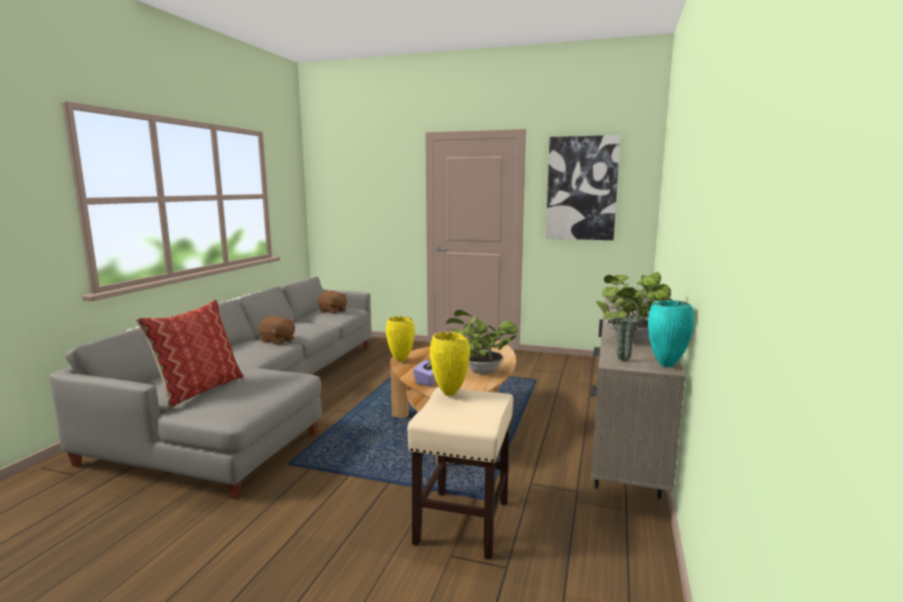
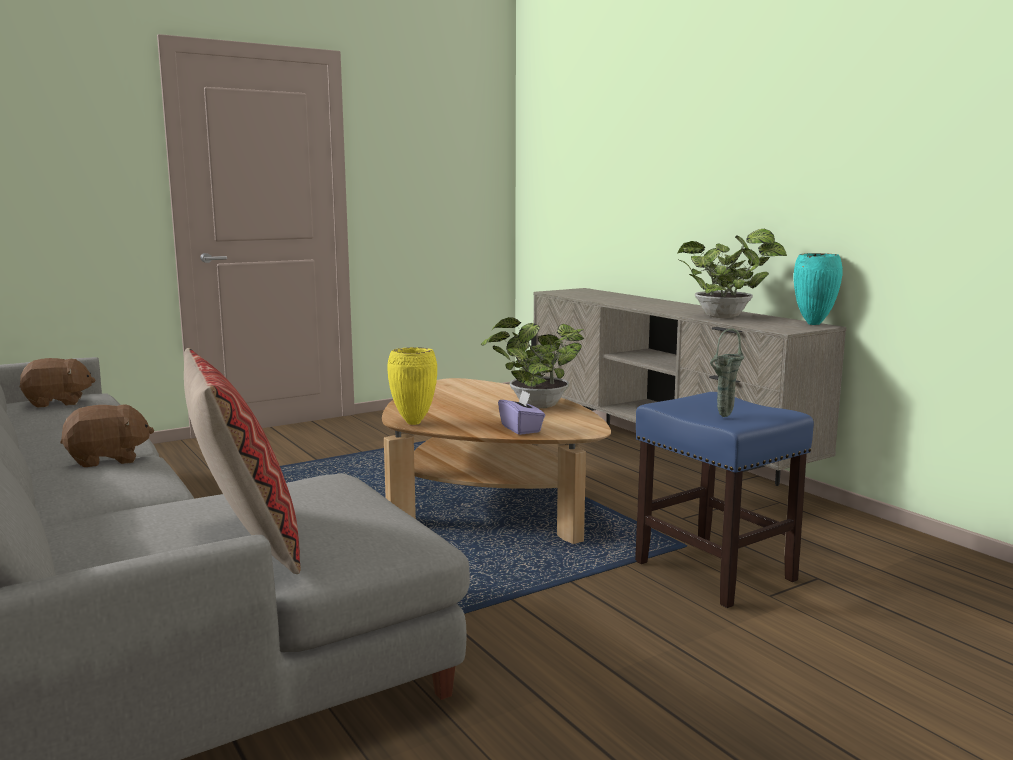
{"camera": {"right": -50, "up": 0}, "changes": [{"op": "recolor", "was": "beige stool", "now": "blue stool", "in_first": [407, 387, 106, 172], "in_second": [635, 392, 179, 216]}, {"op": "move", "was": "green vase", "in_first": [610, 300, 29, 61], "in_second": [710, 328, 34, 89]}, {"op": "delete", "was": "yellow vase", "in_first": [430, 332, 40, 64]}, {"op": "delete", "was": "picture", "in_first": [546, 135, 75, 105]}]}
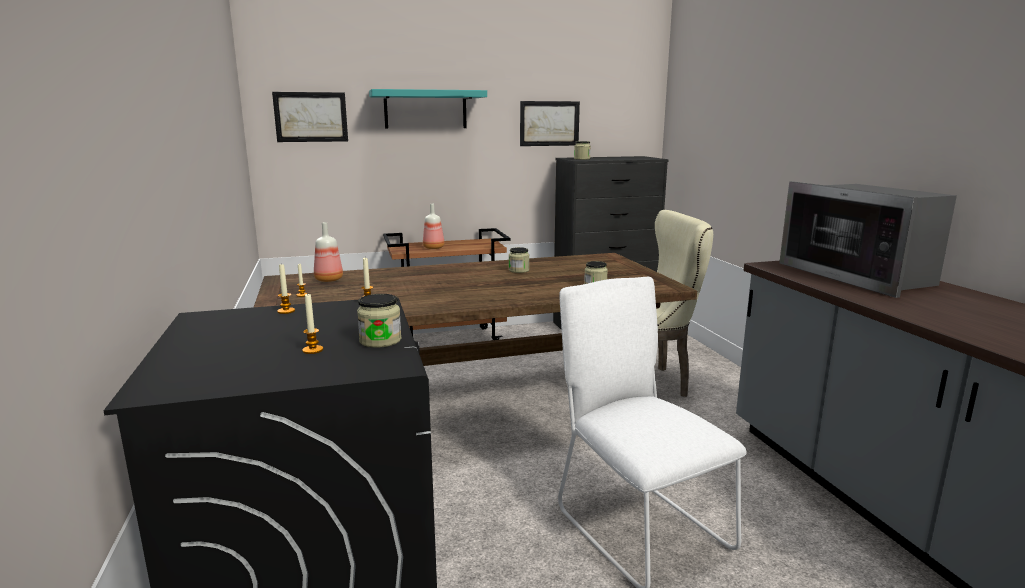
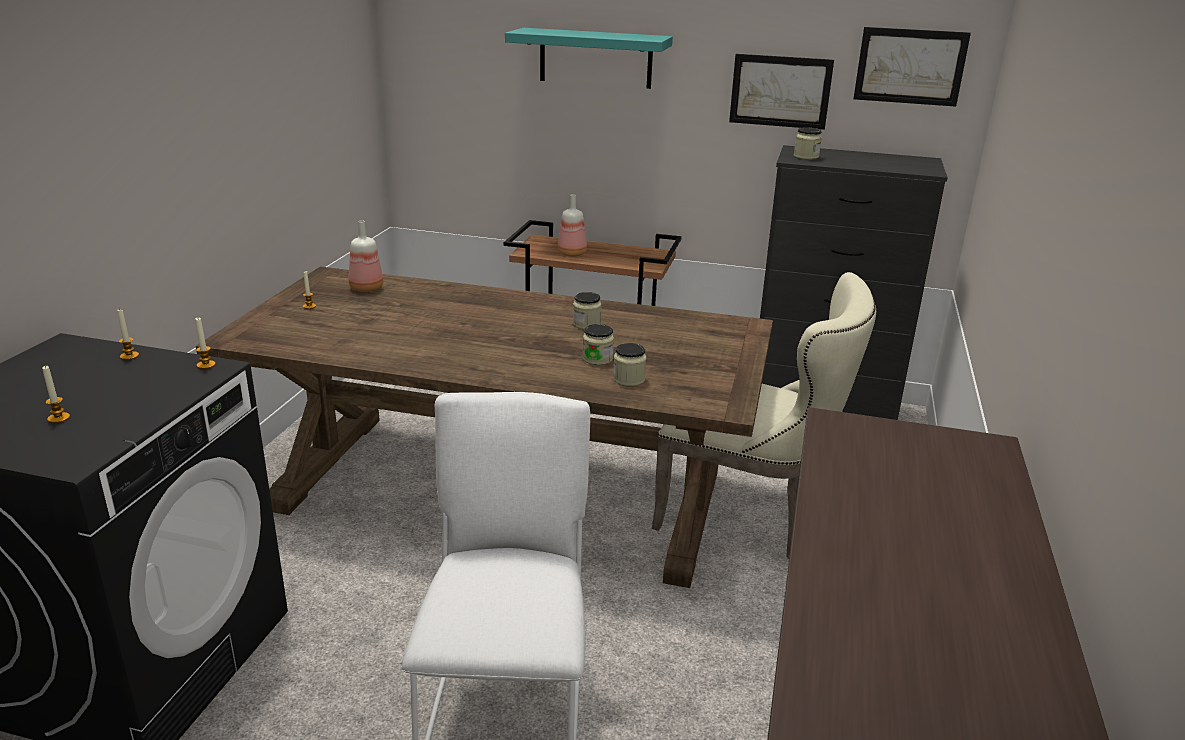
{"camera": {"right": 30, "up": 10}, "changes": [{"op": "move", "was": "jar", "in_first": [357, 294, 44, 54], "in_second": [582, 324, 32, 41]}, {"op": "move", "was": "picture", "in_first": [272, 92, 76, 50], "in_second": [853, 27, 118, 80]}, {"op": "delete", "was": "microwave", "in_first": [779, 181, 178, 117]}]}
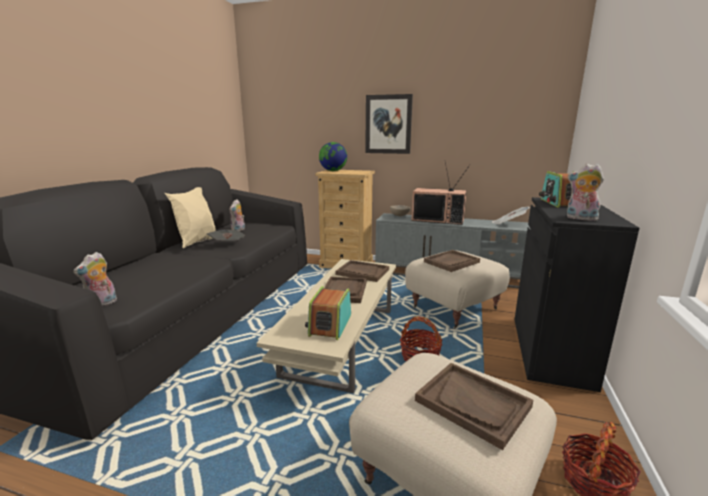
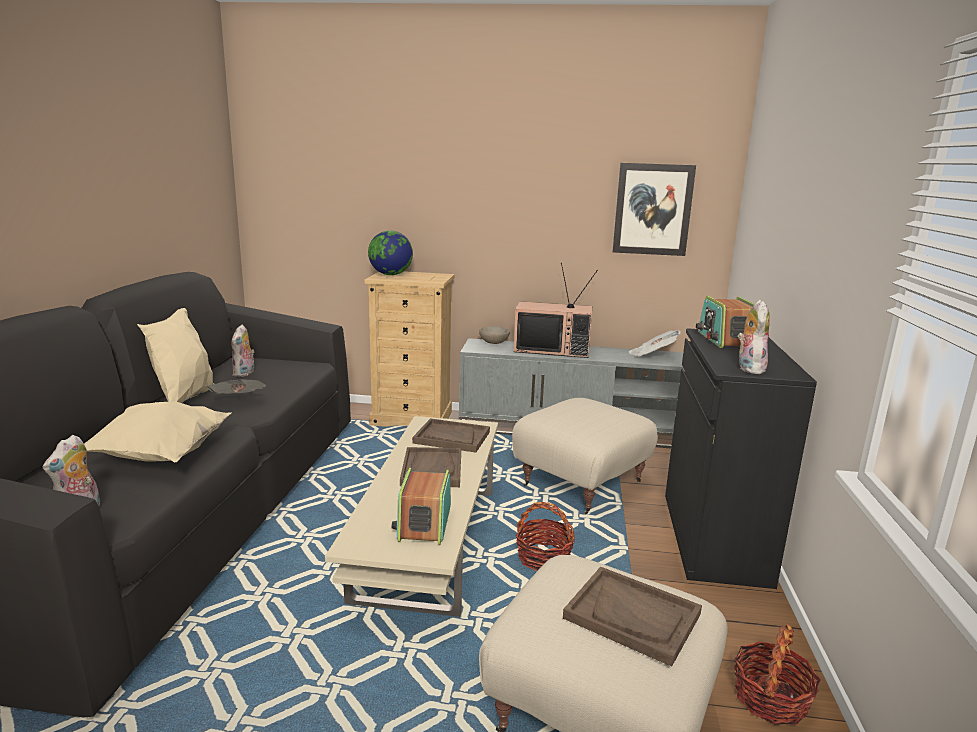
{"camera": {"right": -10, "up": 0}, "changes": [{"op": "insert", "now": "beige pillow", "in_second": [84, 401, 148, 61]}, {"op": "move", "was": "picture", "in_first": [365, 94, 48, 60], "in_second": [612, 163, 84, 93]}, {"op": "rotate", "was": "plush toy", "in_first": [567, 164, 37, 57], "in_second": [737, 300, 33, 74], "clockwise": 75}, {"op": "delete", "was": "brown tray", "in_first": [424, 250, 56, 22]}]}
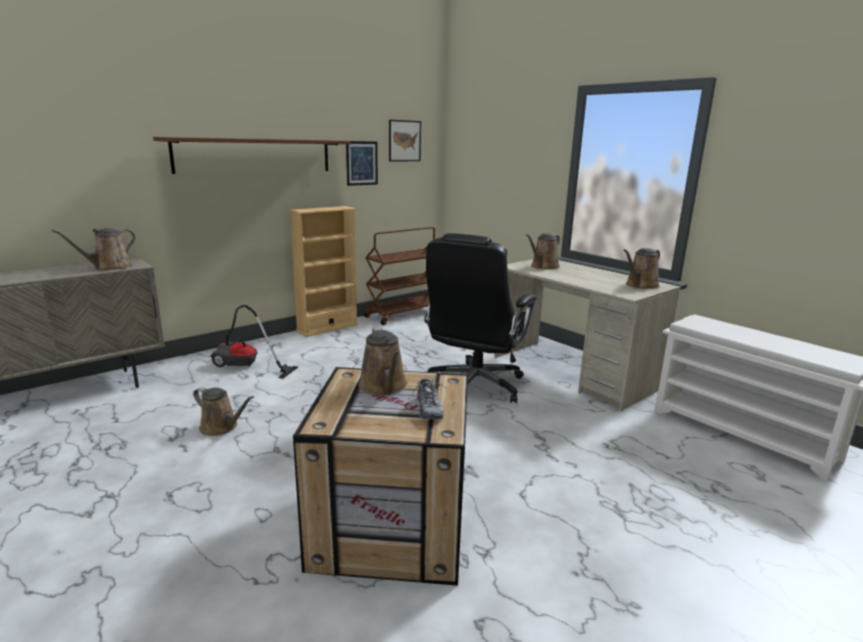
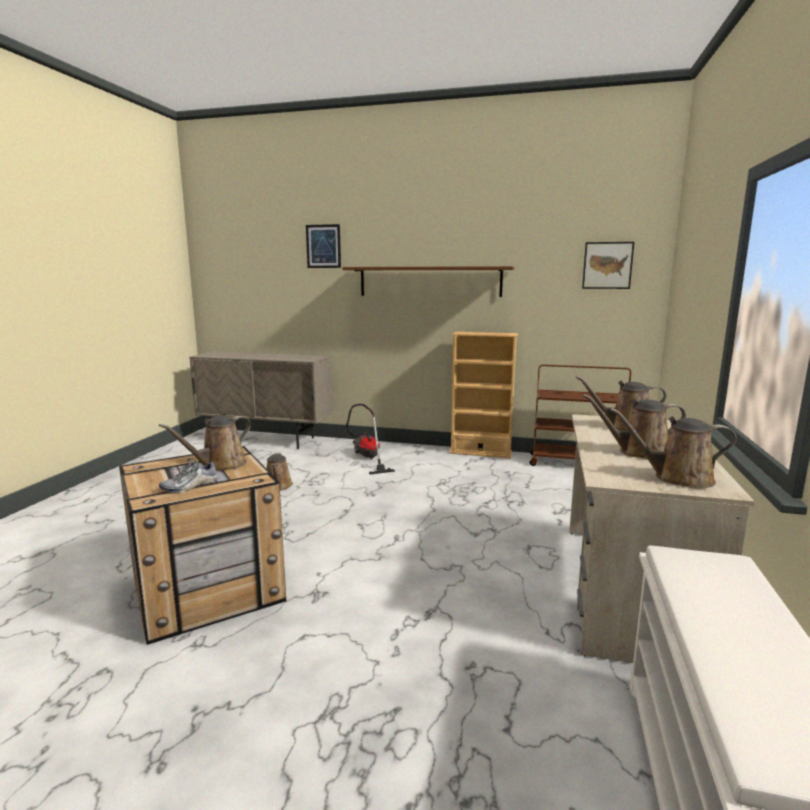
{"camera": {"right": 55, "up": -5}, "changes": [{"op": "move", "was": "picture", "in_first": [346, 141, 32, 45], "in_second": [306, 224, 35, 44]}, {"op": "move", "was": "brown watering can", "in_first": [52, 228, 84, 42], "in_second": [582, 394, 104, 65]}, {"op": "delete", "was": "black office chair", "in_first": [424, 233, 113, 170]}]}
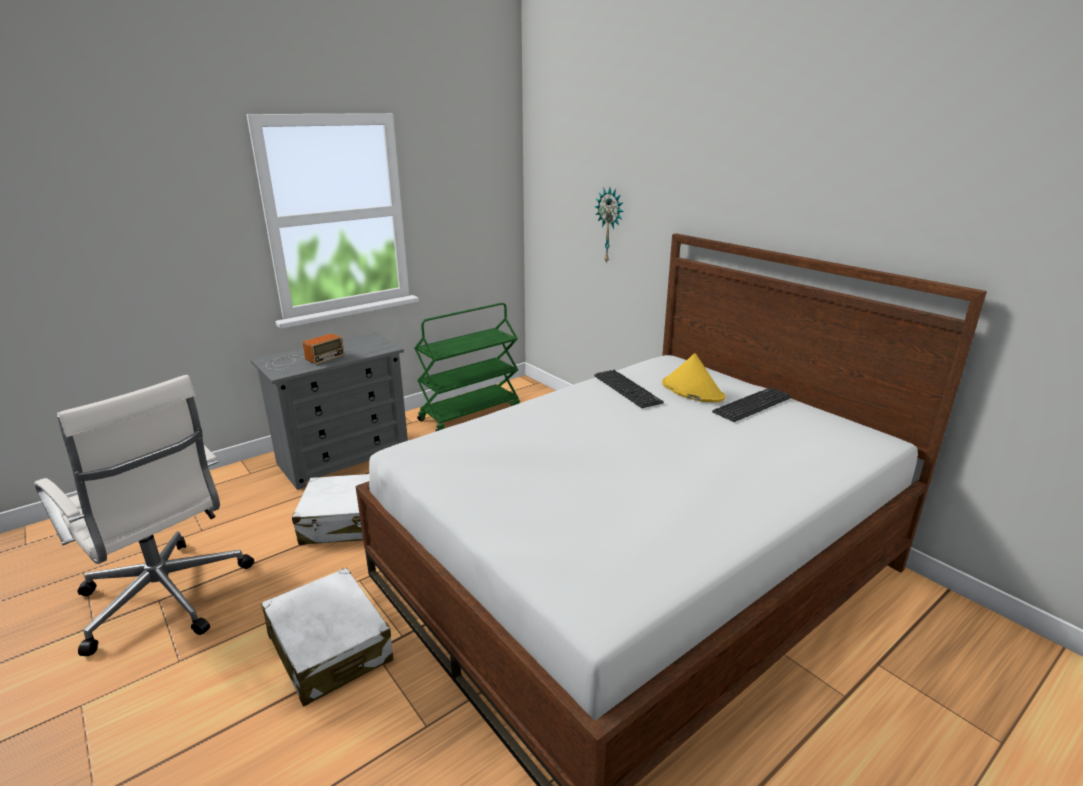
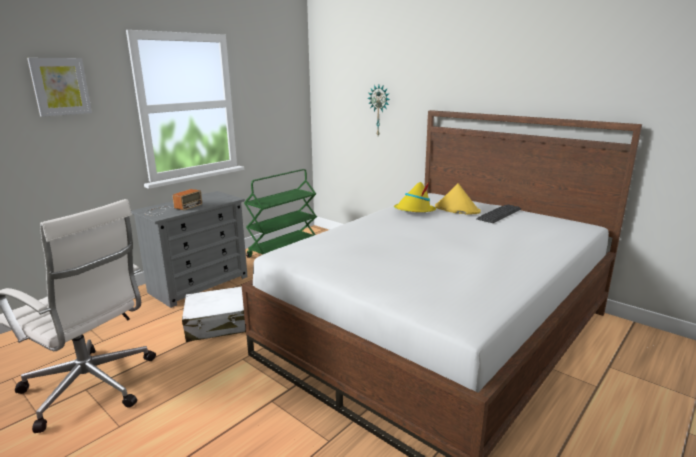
{"camera": {"right": -10, "up": -5}, "changes": [{"op": "insert", "now": "picture", "in_second": [27, 58, 65, 59]}, {"op": "replace", "was": "keyboard", "now": "yellow hat", "in_first": [594, 370, 70, 38], "in_second": [394, 182, 42, 30]}, {"op": "delete", "was": "white suitcase", "in_first": [261, 567, 132, 140]}]}
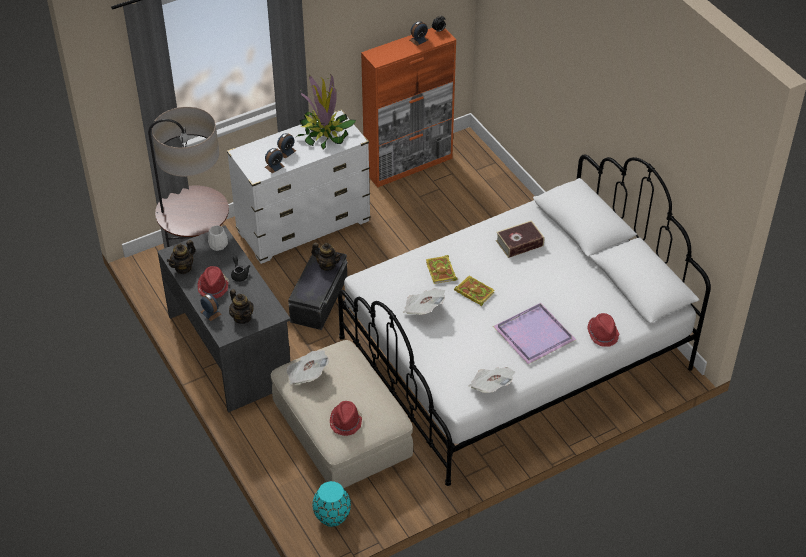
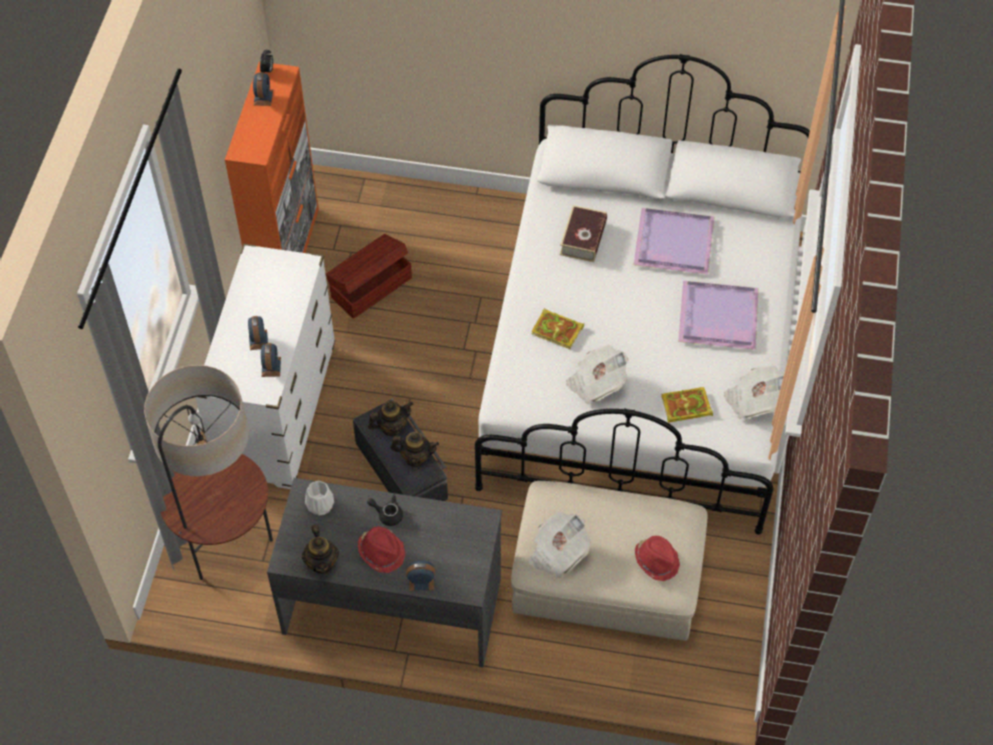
{"camera": {"right": -50, "up": 10}, "changes": [{"op": "insert", "now": "brown storage box", "in_second": [326, 234, 86, 85]}, {"op": "move", "was": "teapot", "in_first": [229, 289, 25, 35], "in_second": [390, 432, 49, 35]}, {"op": "insert", "now": "purple tray", "in_second": [633, 208, 81, 66]}, {"op": "move", "was": "book", "in_first": [454, 276, 41, 30], "in_second": [661, 387, 52, 36]}, {"op": "delete", "was": "potted plant", "in_first": [298, 74, 58, 75]}, {"op": "delete", "was": "turquoise vase", "in_first": [312, 481, 39, 46]}, {"op": "delete", "was": "red hat", "in_first": [587, 313, 32, 34]}]}
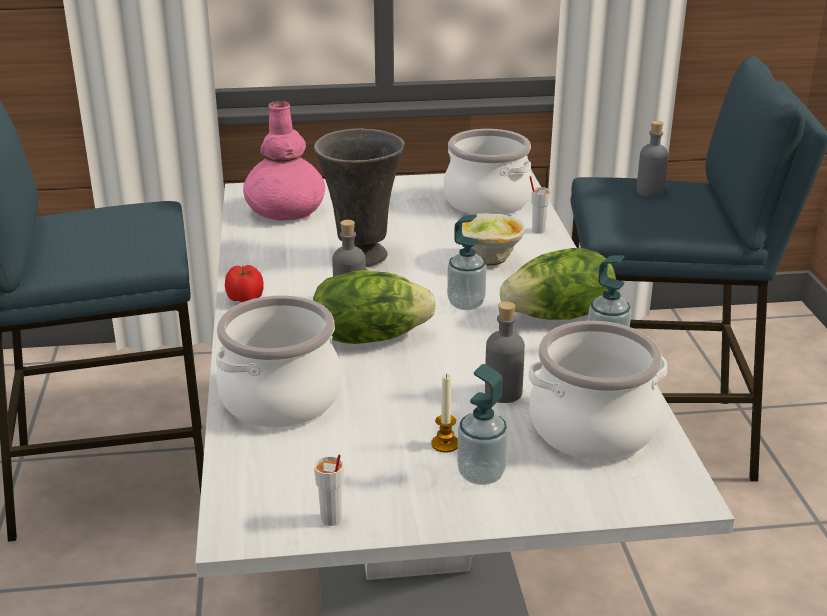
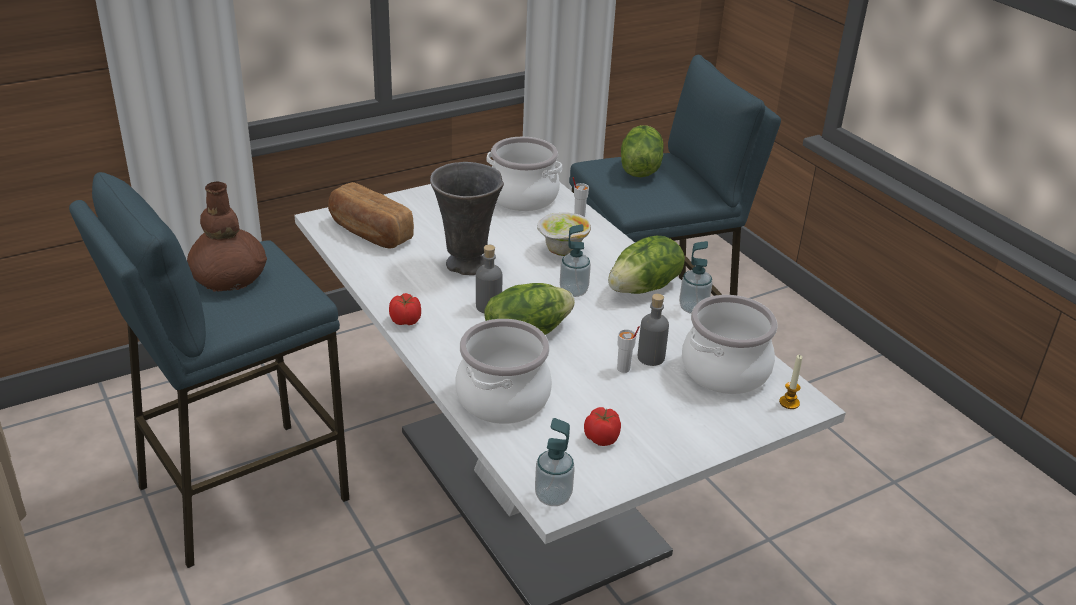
{"camera": {"right": -25, "up": 5}, "changes": [{"op": "insert", "now": "brown vase", "in_second": [187, 181, 80, 111]}, {"op": "replace", "was": "pink vase", "now": "bread", "in_first": [243, 101, 82, 120], "in_second": [328, 182, 86, 67]}, {"op": "move", "was": "soap dispenser", "in_first": [457, 364, 51, 121], "in_second": [535, 418, 40, 88]}, {"op": "insert", "now": "tomato", "in_second": [584, 407, 37, 39]}, {"op": "move", "was": "white cup", "in_first": [314, 454, 30, 72], "in_second": [617, 326, 23, 47]}, {"op": "replace", "was": "grey bottle", "now": "lettuce", "in_first": [637, 121, 31, 76], "in_second": [621, 125, 43, 52]}, {"op": "move", "was": "candle", "in_first": [431, 374, 27, 79], "in_second": [779, 355, 23, 54]}]}
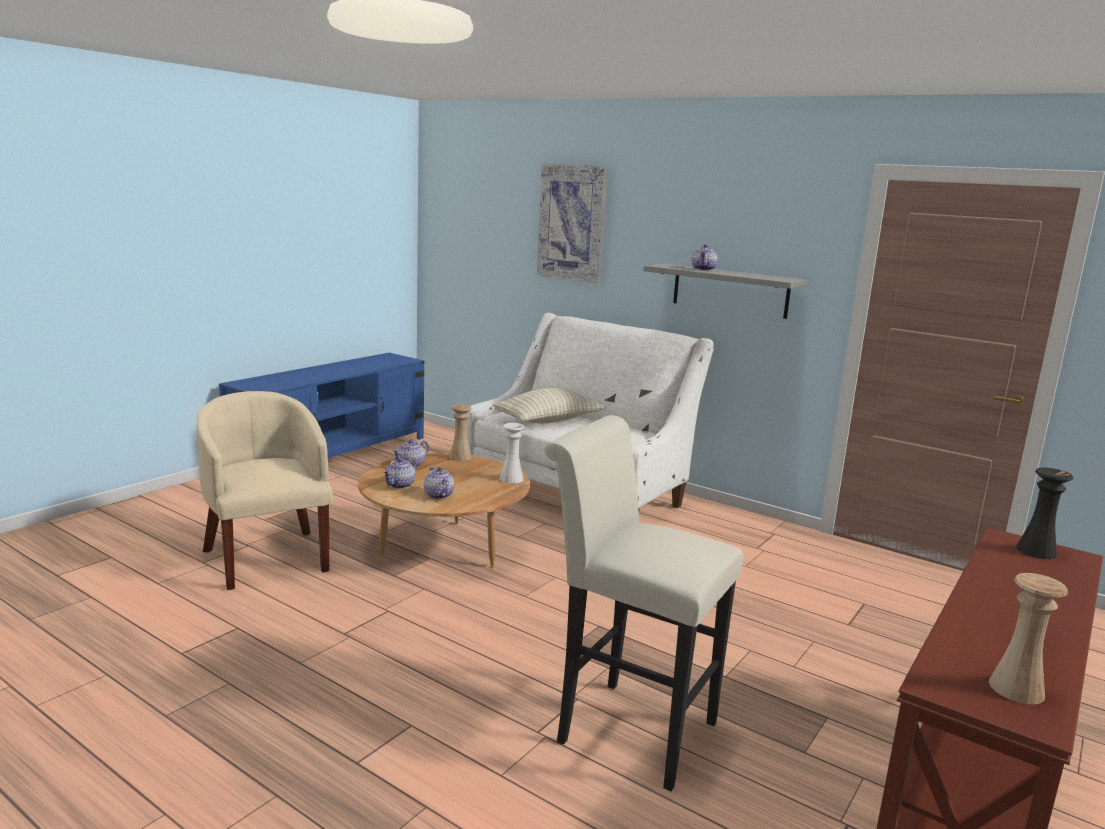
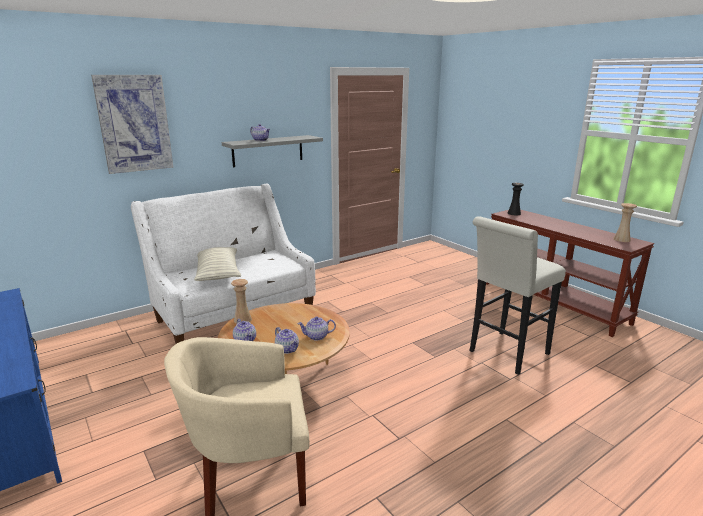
{"camera": {"right": -70, "up": 5}, "changes": [{"op": "delete", "was": "white vase", "in_first": [500, 423, 25, 61]}]}
